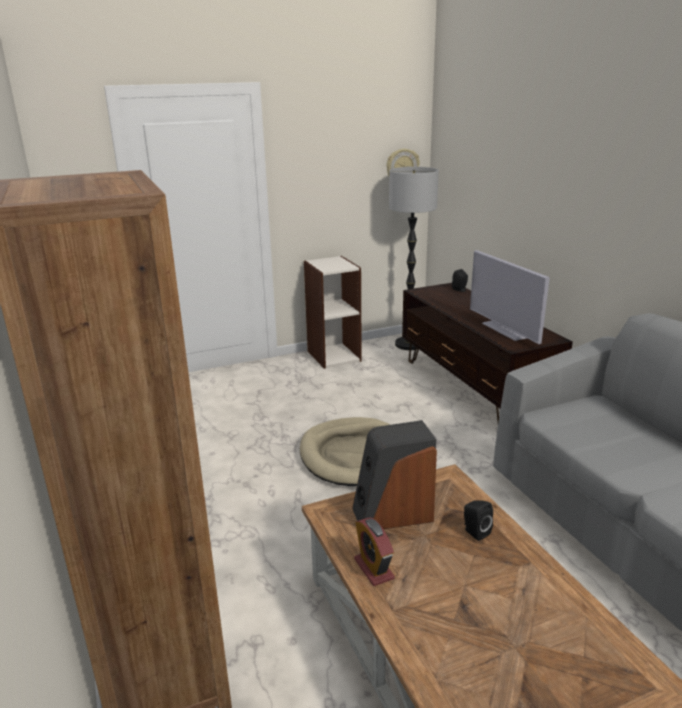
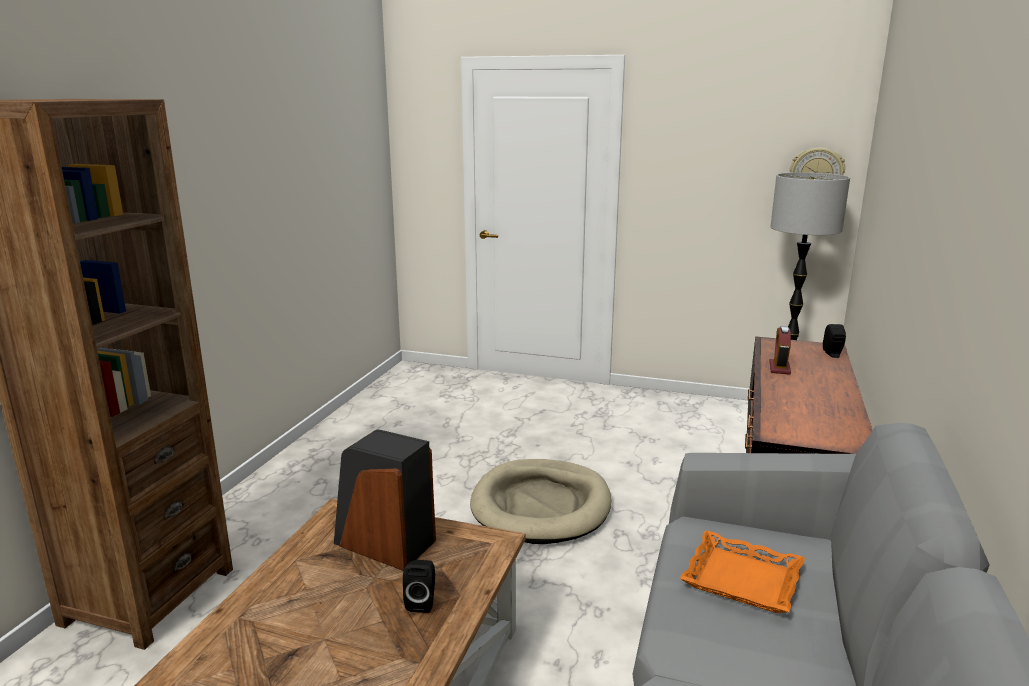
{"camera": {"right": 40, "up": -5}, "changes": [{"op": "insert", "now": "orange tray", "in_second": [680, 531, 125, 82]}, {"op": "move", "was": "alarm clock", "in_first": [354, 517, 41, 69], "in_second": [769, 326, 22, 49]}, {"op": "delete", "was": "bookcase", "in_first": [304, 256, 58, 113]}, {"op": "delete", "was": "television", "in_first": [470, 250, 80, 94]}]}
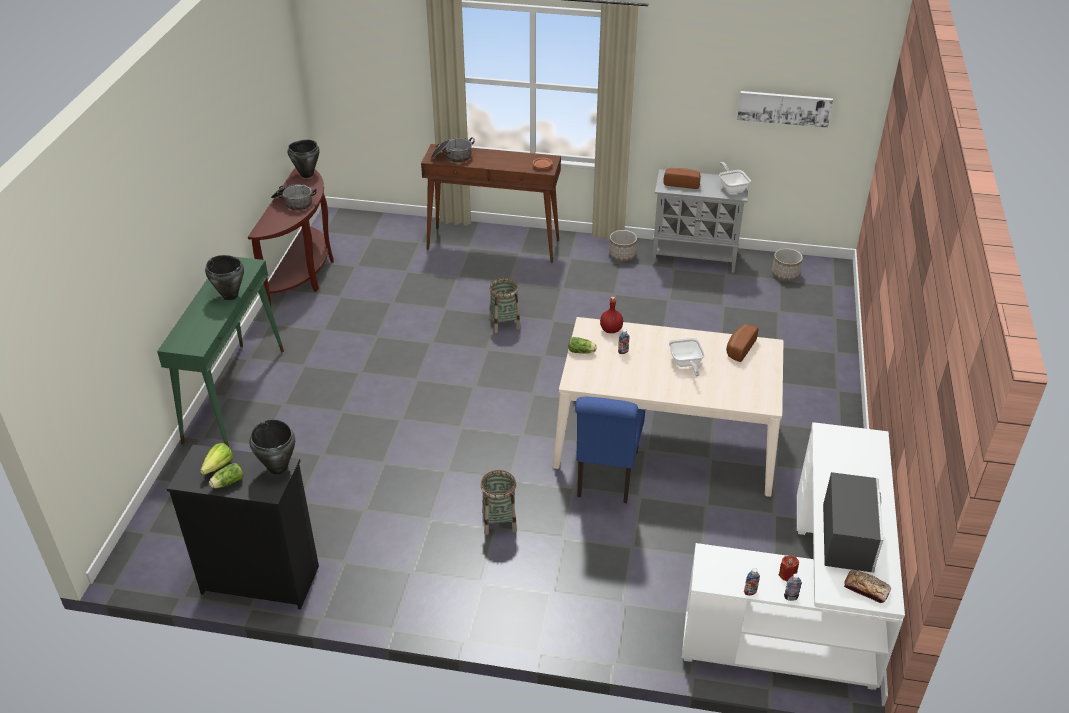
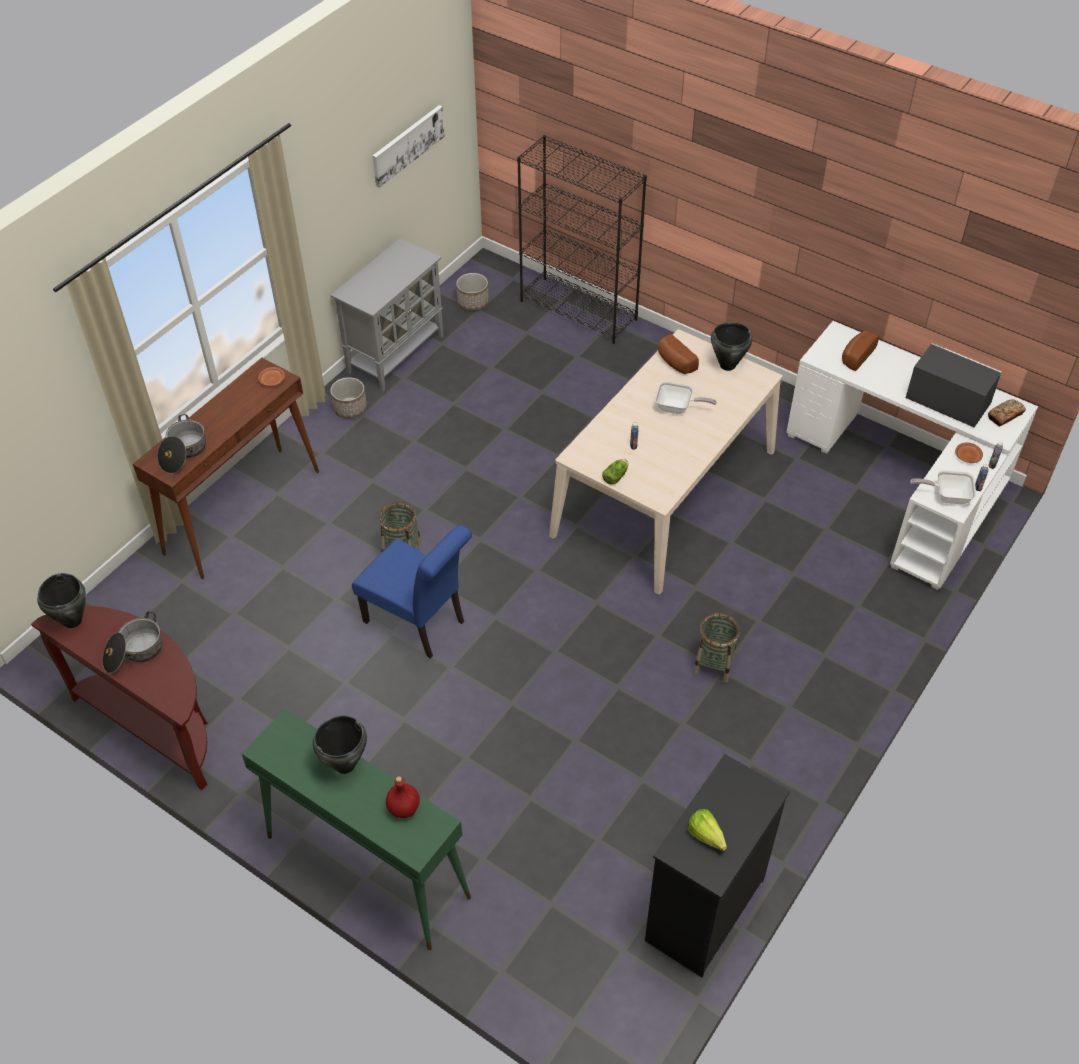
{"camera": {"right": -65, "up": 10}, "changes": [{"op": "move", "was": "blue chair", "in_first": [575, 397, 70, 106], "in_second": [352, 525, 120, 134]}, {"op": "move", "was": "red bottle", "in_first": [600, 297, 23, 36], "in_second": [386, 776, 34, 42]}, {"op": "insert", "now": "black bookcase", "in_second": [517, 135, 130, 209]}, {"op": "move", "was": "black cooking pot", "in_first": [249, 419, 46, 56], "in_second": [711, 322, 41, 49]}, {"op": "move", "was": "bread", "in_first": [663, 168, 38, 21], "in_second": [842, 330, 37, 41]}, {"op": "move", "was": "frying pan", "in_first": [719, 162, 32, 31], "in_second": [910, 470, 66, 35]}, {"op": "replace", "was": "red candle", "now": "brown plate", "in_first": [779, 556, 20, 26], "in_second": [955, 442, 28, 21]}, {"op": "delete", "was": "lettuce", "in_first": [209, 463, 34, 25]}]}
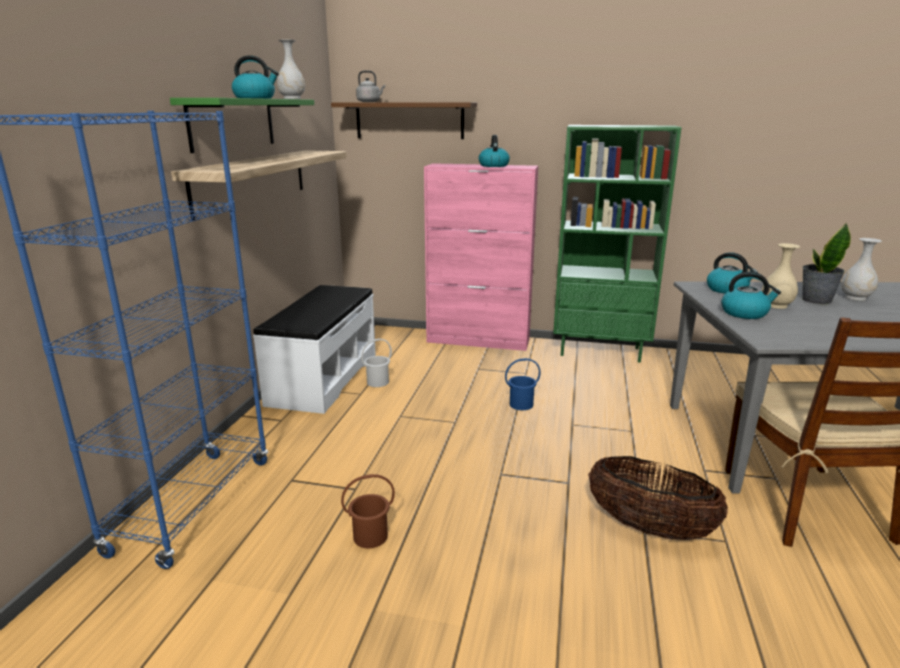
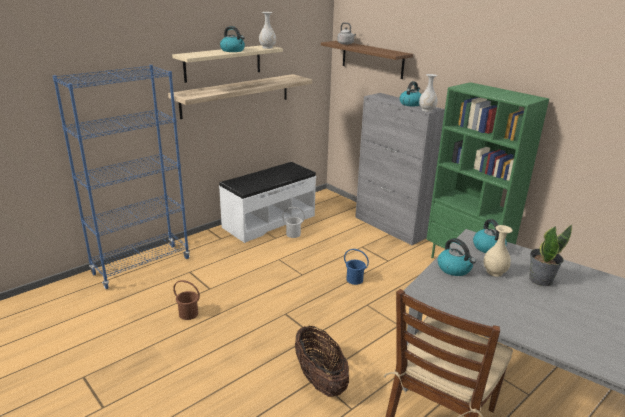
{"camera": {"right": 35, "up": 5}, "changes": [{"op": "recolor", "was": "green shelf", "now": "beige shelf", "in_first": [170, 98, 144, 55], "in_second": [172, 45, 111, 38]}, {"op": "recolor", "was": "pink cabinet", "now": "grey cabinet", "in_first": [424, 163, 114, 188], "in_second": [355, 93, 90, 152]}, {"op": "move", "was": "white vase", "in_first": [841, 238, 41, 63], "in_second": [419, 74, 18, 38]}]}
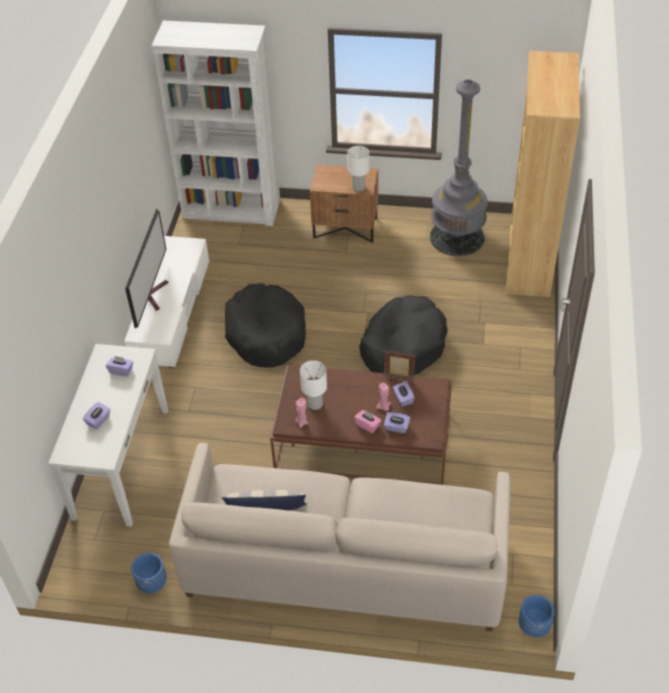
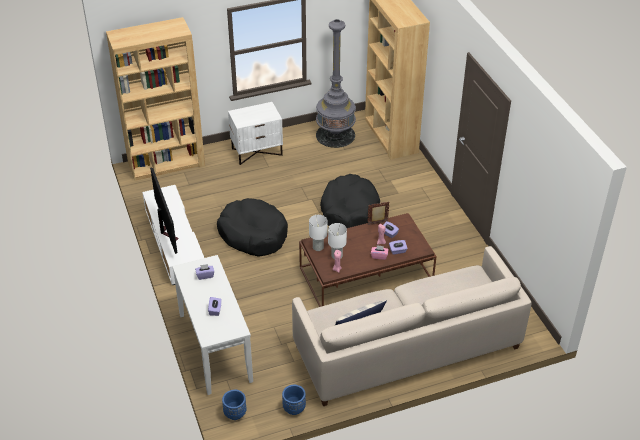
{"camera": {"right": -30, "up": -5}, "changes": [{"op": "recolor", "was": "white bookcase", "now": "brown bookcase", "in_first": [152, 21, 128, 205], "in_second": [106, 17, 99, 164]}, {"op": "move", "was": "blue planter", "in_first": [519, 595, 36, 42], "in_second": [222, 390, 24, 30]}, {"op": "recolor", "was": "brown nightstand", "now": "white nightstand", "in_first": [310, 164, 68, 79], "in_second": [228, 102, 55, 63]}, {"op": "move", "was": "white table lamp", "in_first": [347, 146, 22, 45], "in_second": [309, 215, 18, 36]}]}
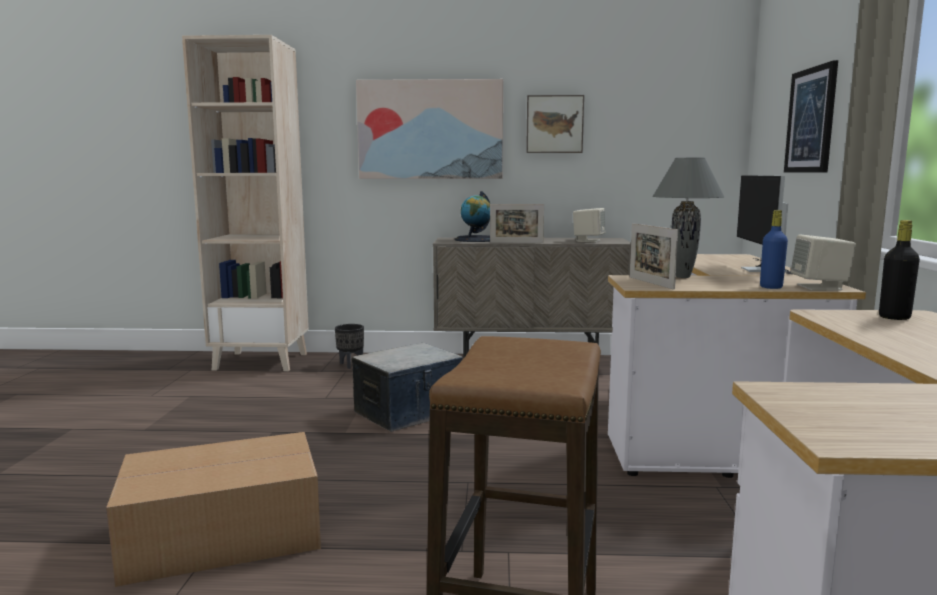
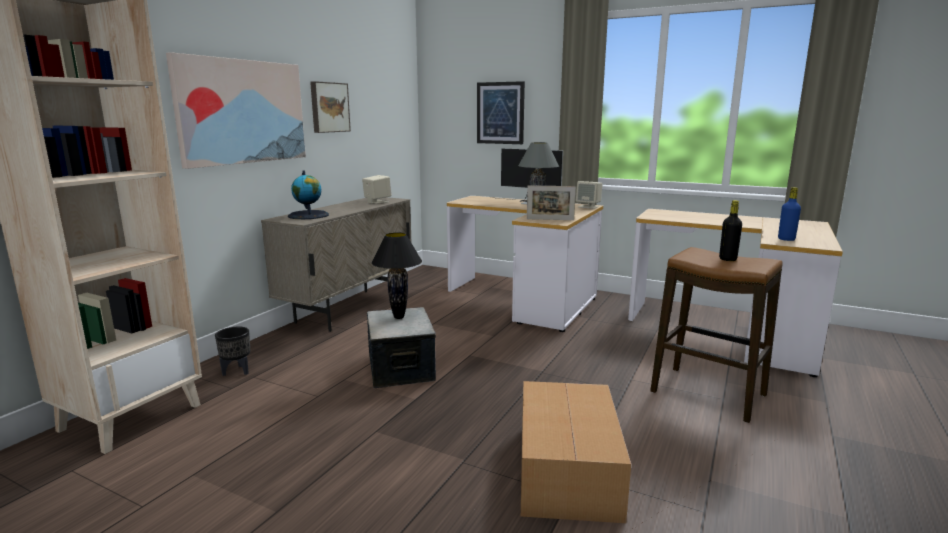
{"camera": {"right": -65, "up": 5}, "changes": [{"op": "insert", "now": "black table lamp", "in_second": [372, 232, 50, 87]}, {"op": "move", "was": "black bottle", "in_first": [879, 220, 41, 100], "in_second": [719, 200, 23, 61]}, {"op": "move", "was": "blue bottle", "in_first": [760, 210, 28, 79], "in_second": [778, 187, 23, 54]}, {"op": "delete", "was": "picture frame", "in_first": [490, 204, 54, 39]}]}
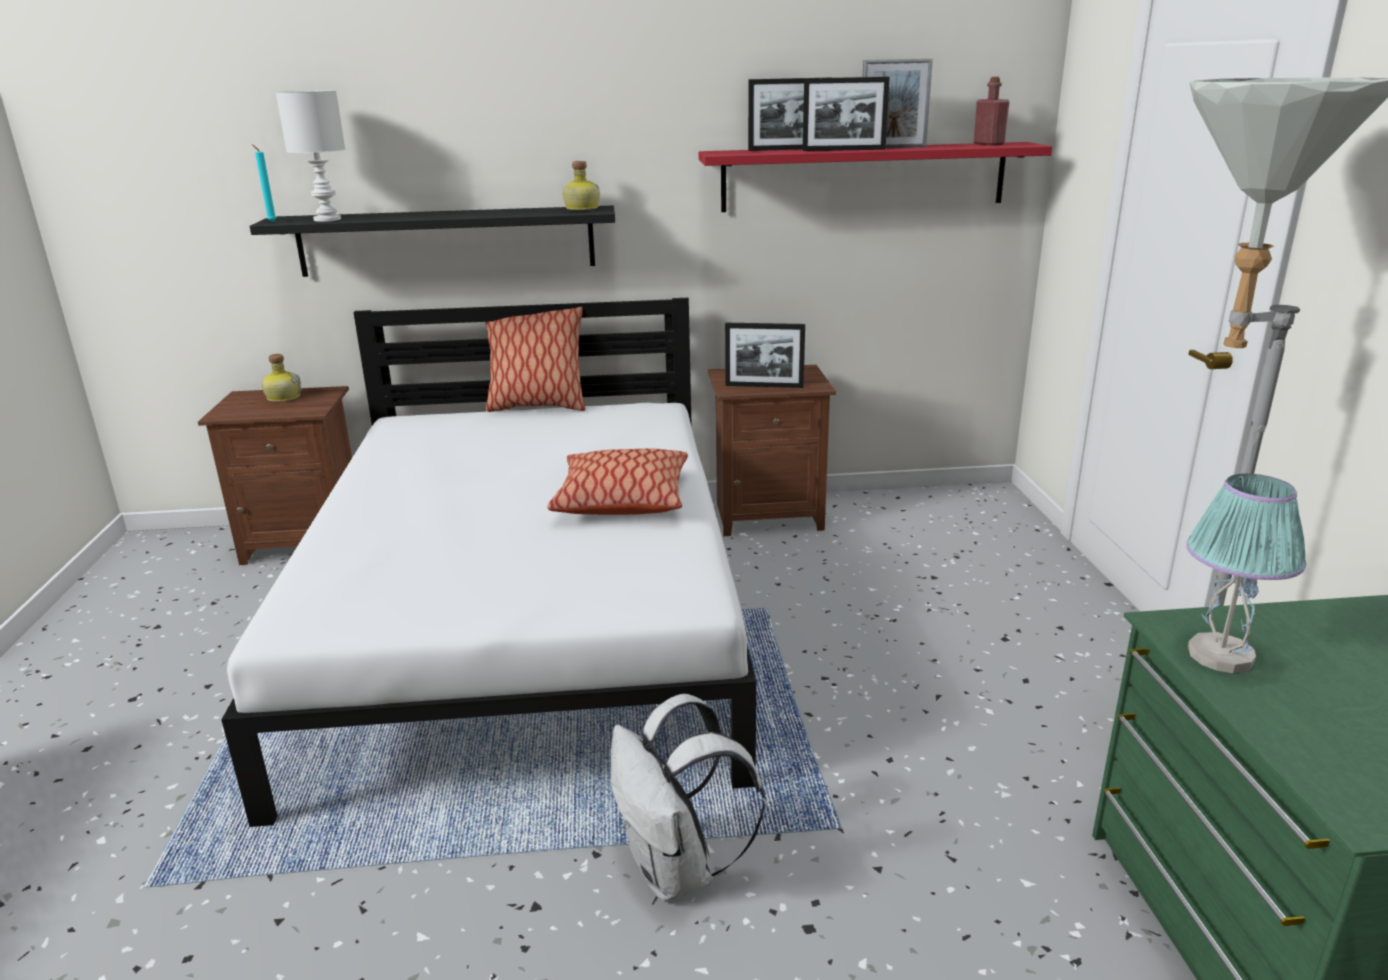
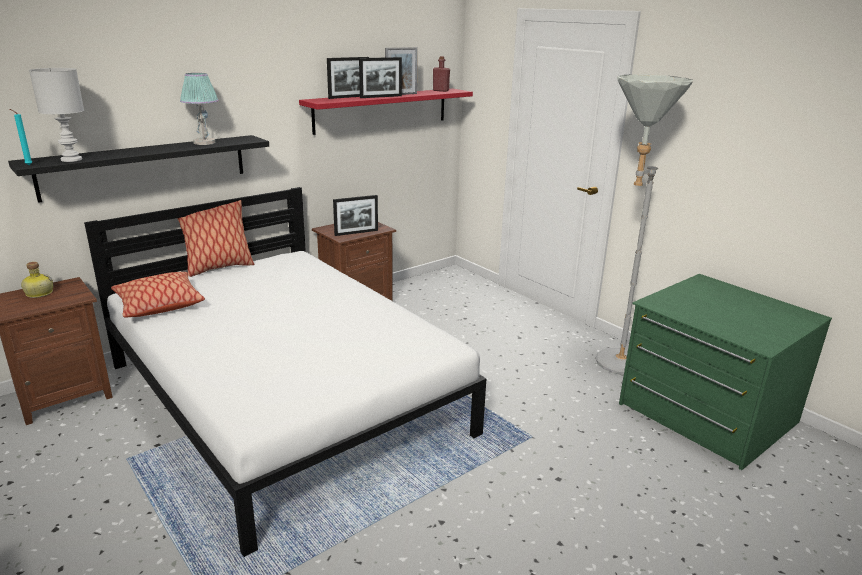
{"camera": {"right": -35, "up": 0}, "changes": [{"op": "move", "was": "pillow", "in_first": [547, 449, 141, 66], "in_second": [111, 272, 94, 46]}, {"op": "move", "was": "table lamp", "in_first": [1186, 474, 120, 199], "in_second": [180, 73, 38, 72]}, {"op": "delete", "was": "bottle", "in_first": [562, 161, 38, 49]}, {"op": "delete", "was": "white backpack", "in_first": [611, 694, 154, 207]}]}
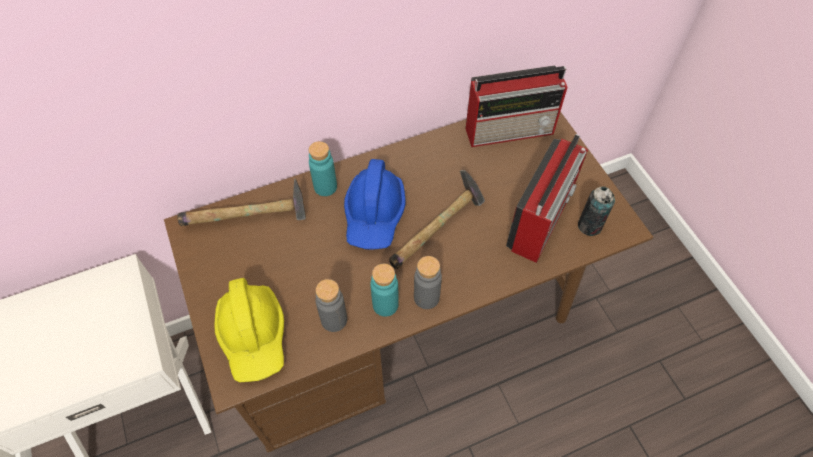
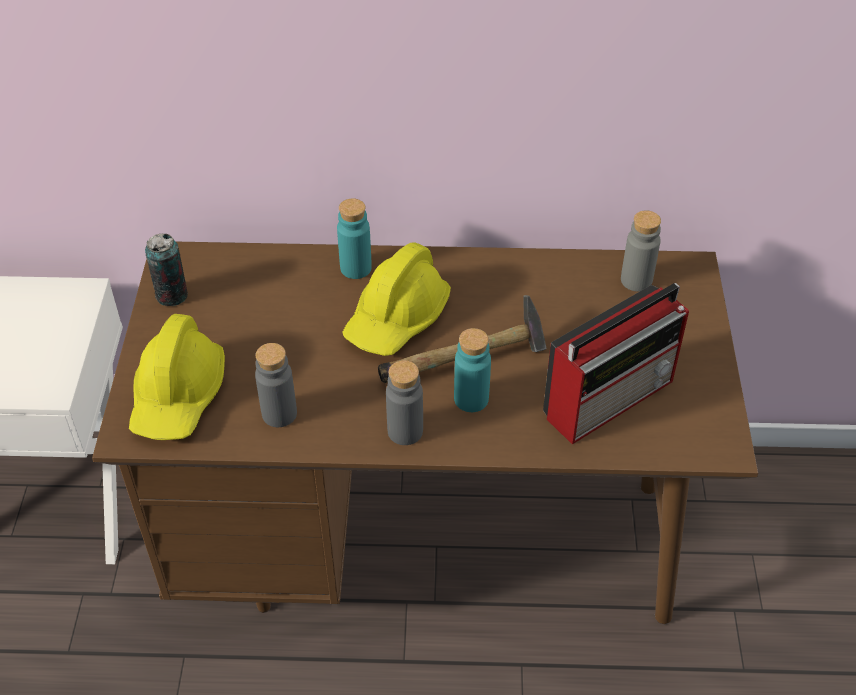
{"camera": {"right": 25, "up": -10}, "changes": [{"op": "move", "was": "can", "in_first": [578, 187, 37, 49], "in_second": [145, 234, 43, 72]}, {"op": "recolor", "was": "blue hard hat", "now": "yellow hard hat", "in_first": [344, 159, 61, 91], "in_second": [342, 242, 109, 114]}, {"op": "move", "was": "turquoise bottle", "in_first": [370, 263, 29, 54], "in_second": [454, 328, 37, 84]}, {"op": "replace", "was": "radio", "now": "grey bottle", "in_first": [466, 65, 101, 82], "in_second": [621, 210, 40, 81]}, {"op": "delete", "was": "hammer", "in_first": [177, 179, 129, 47]}]}
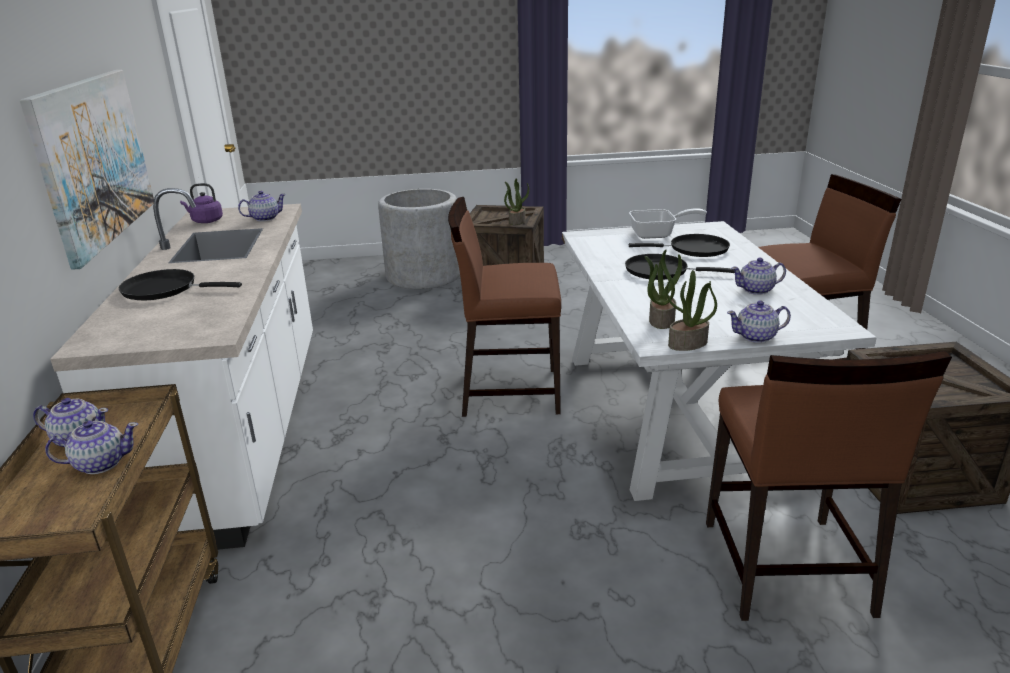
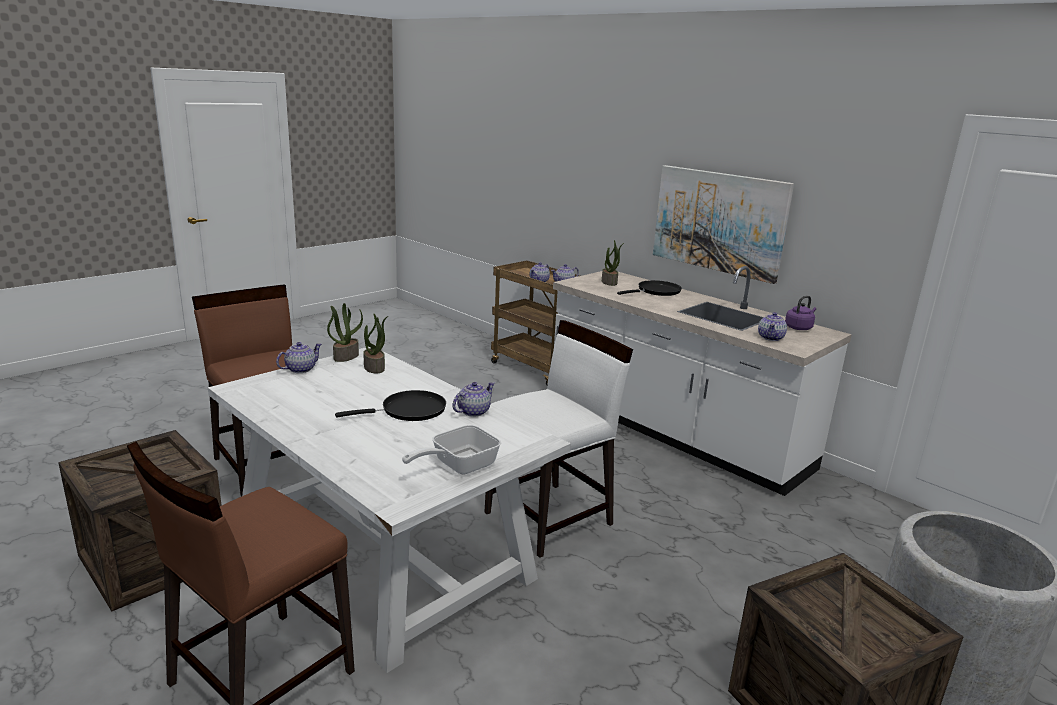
{"camera": {"right": 140, "up": -5}, "changes": [{"op": "move", "was": "teapot", "in_first": [731, 258, 55, 37], "in_second": [452, 382, 43, 35]}, {"op": "recolor", "was": "brown chair", "now": "white chair", "in_first": [448, 197, 113, 220], "in_second": [484, 320, 149, 238]}, {"op": "move", "was": "potted plant", "in_first": [504, 178, 25, 47], "in_second": [602, 240, 22, 46]}, {"op": "delete", "was": "black frying pan", "in_first": [629, 234, 101, 23]}]}
